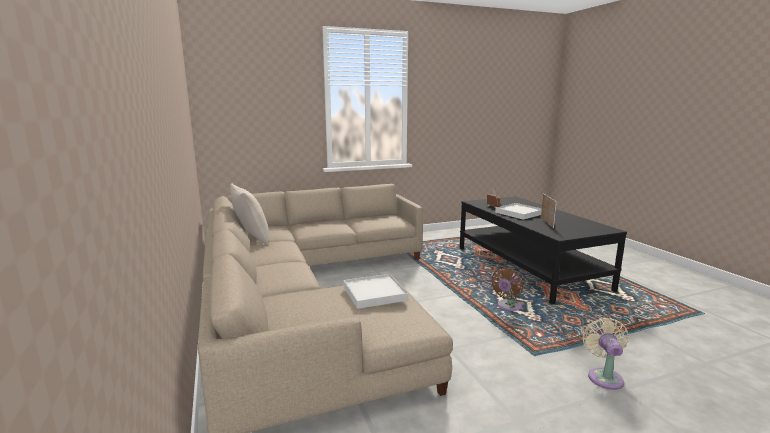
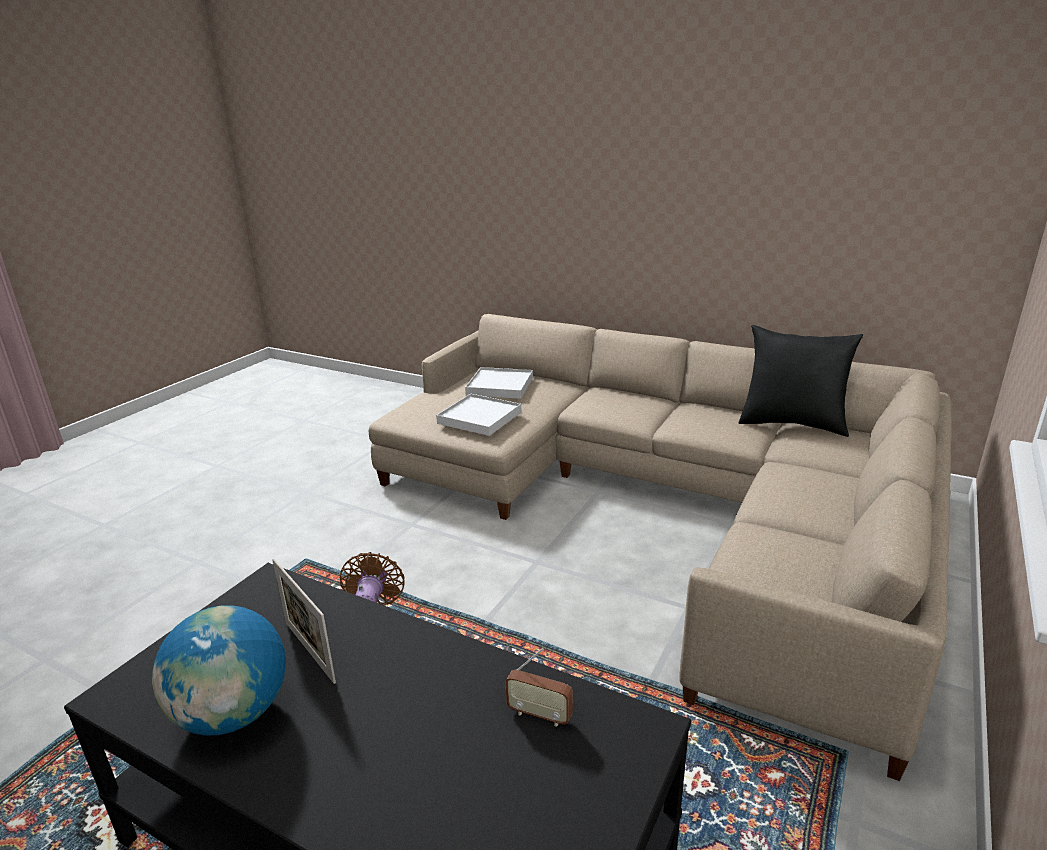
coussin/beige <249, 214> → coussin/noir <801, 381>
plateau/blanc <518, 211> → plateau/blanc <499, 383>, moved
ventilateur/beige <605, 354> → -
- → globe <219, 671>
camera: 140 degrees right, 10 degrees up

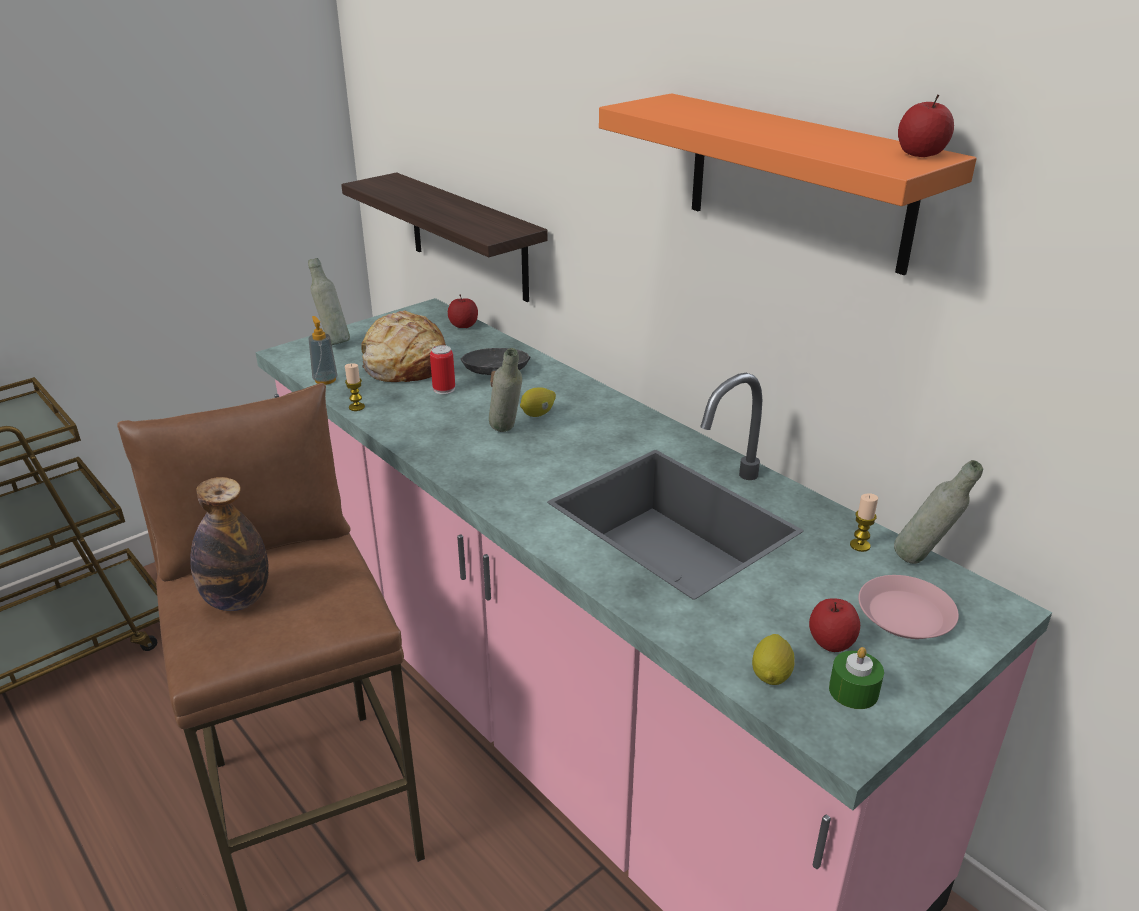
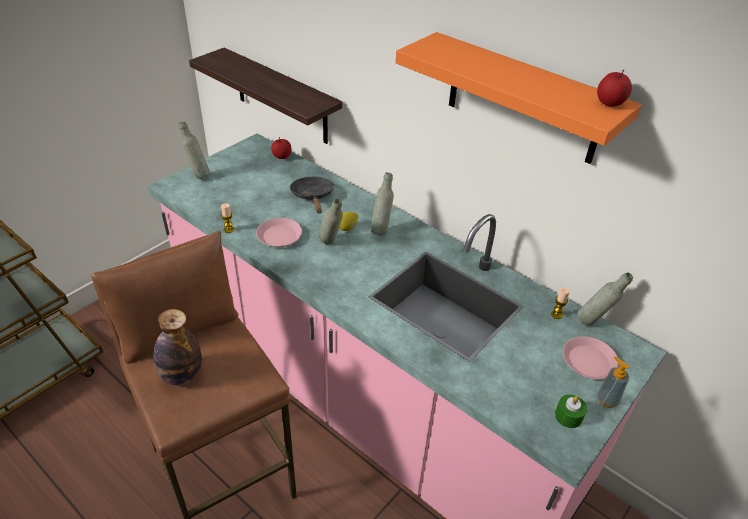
pain <403, 346> → -
distributeur de savon <323, 350> → distributeur de savon <613, 382>, moved
boîte métallique <442, 369> → -
pomme <834, 625> → -
citron <773, 659> → -
- → bouteille/gris <382, 204>
- → assiette/rose <279, 232>
camera: 10 degrees left, 10 degrees up

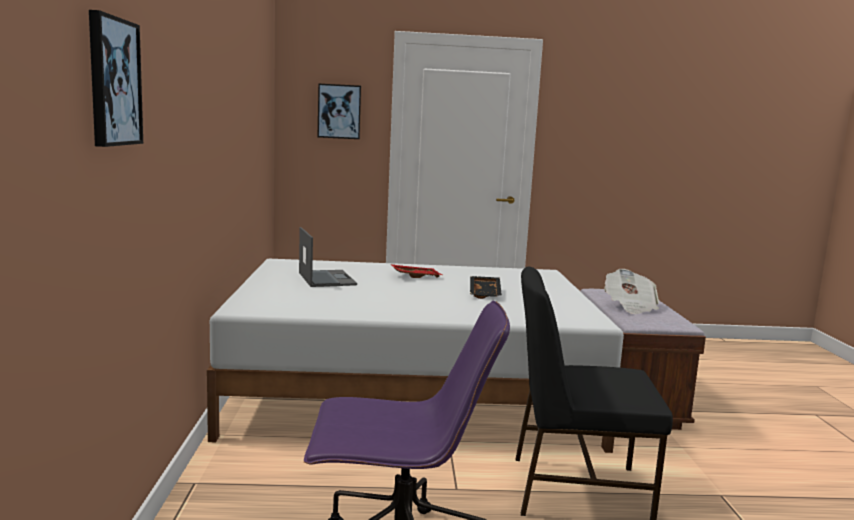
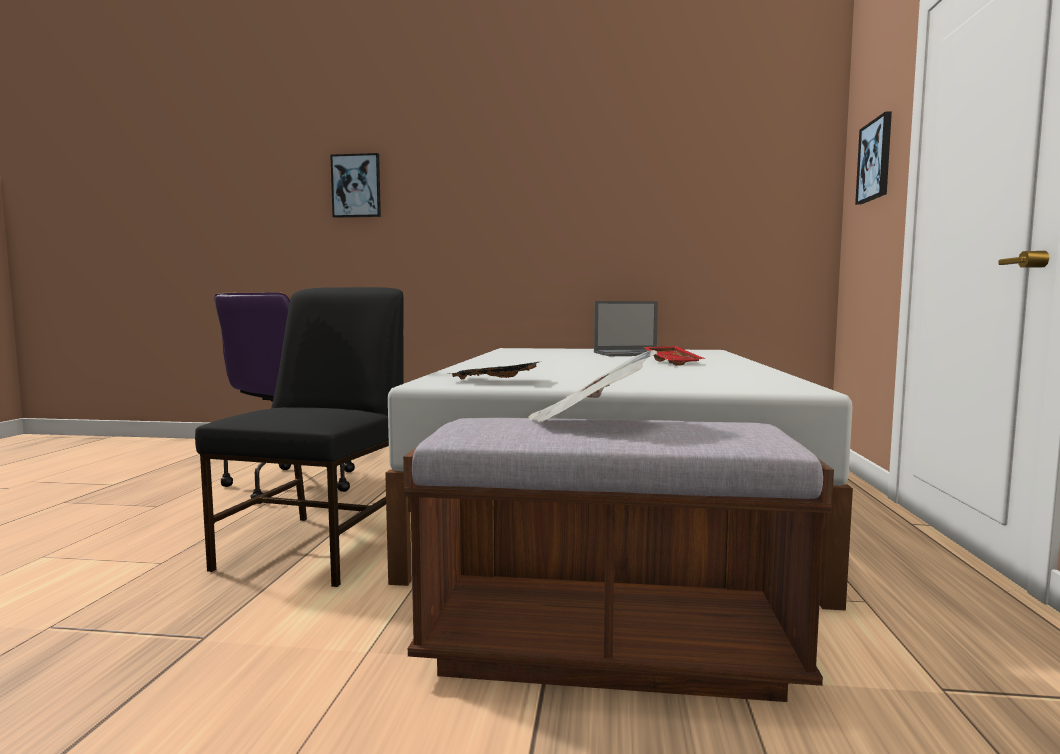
plateau/noir <486, 287> → plateau/noir <496, 370>, moved
camera: 100 degrees right, 5 degrees down

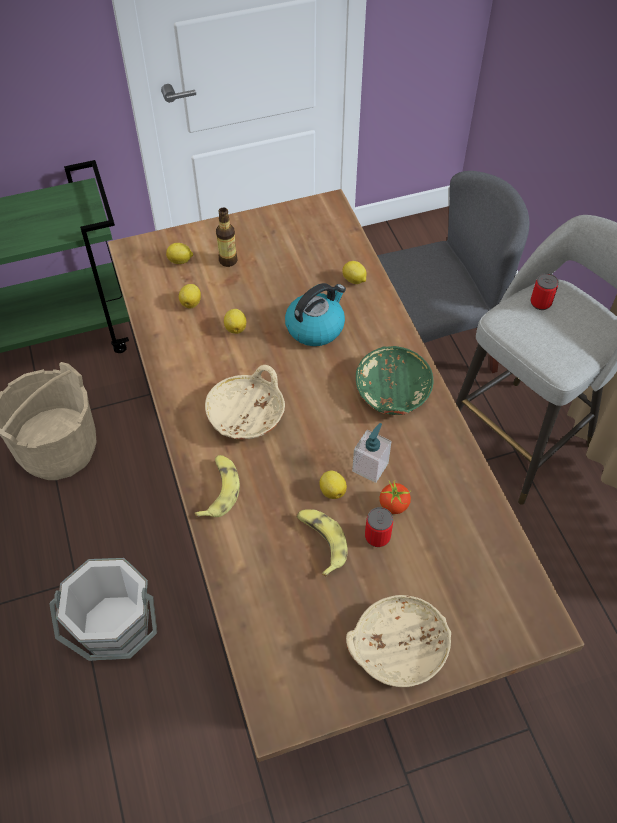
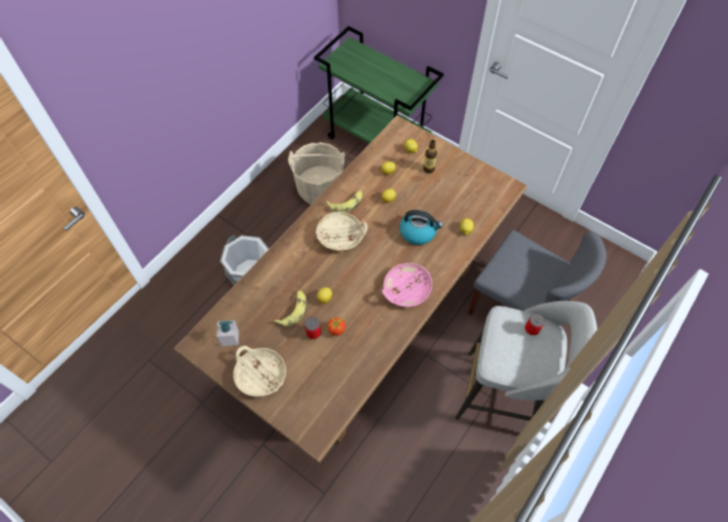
bol/vert <394, 380> → bol/rose <407, 285>
distributeur de savon <372, 453> → distributeur de savon <228, 333>, moved
banane <217, 486> → banane <343, 202>, moved
camera: 55 degrees right, 5 degrees up

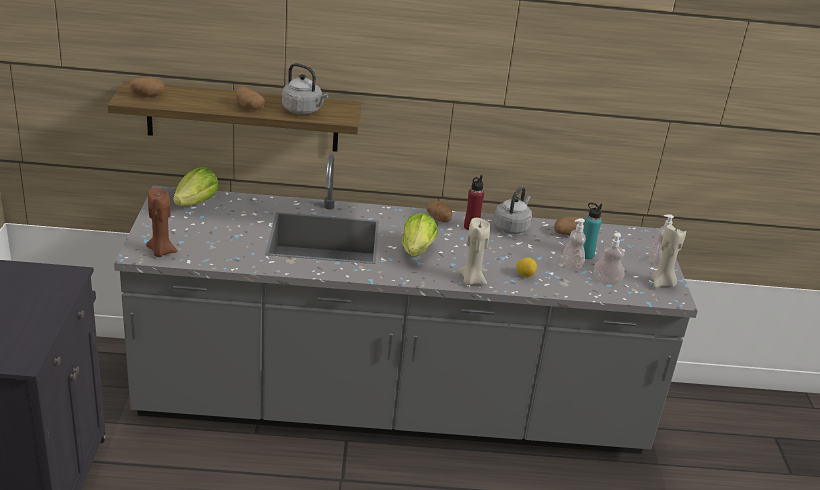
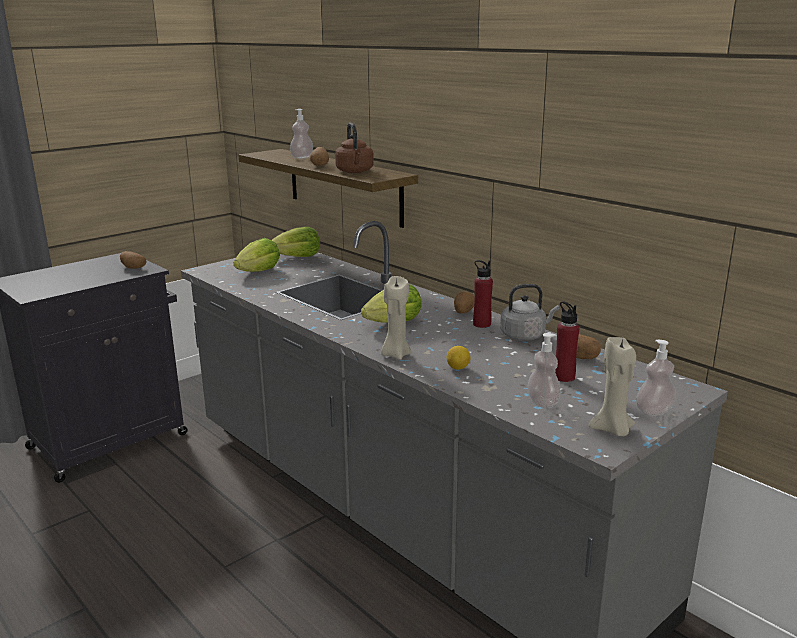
bouilloire/gris <305, 89> → bouilloire/marron <354, 148>
pomme de terre <147, 87> → pomme de terre <133, 260>, moved
bougie/marron <162, 222> → -
bouteille/turquoise <592, 231> → bouteille/rouge <567, 341>
distributeur de savon <574, 244> → distributeur de savon <301, 134>, moved
- → laitue <257, 255>
camera: 50 degrees right, 10 degrees down

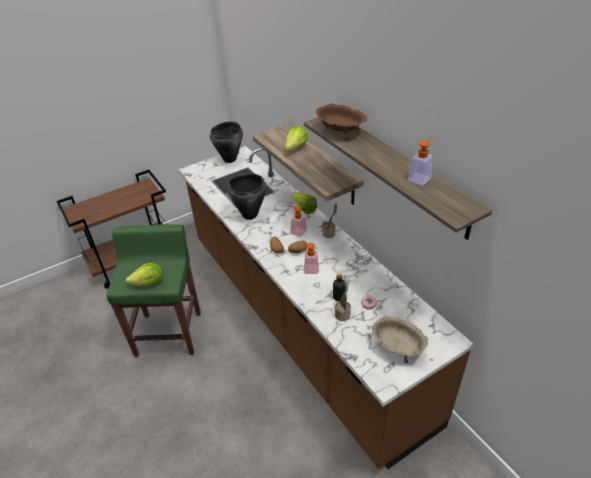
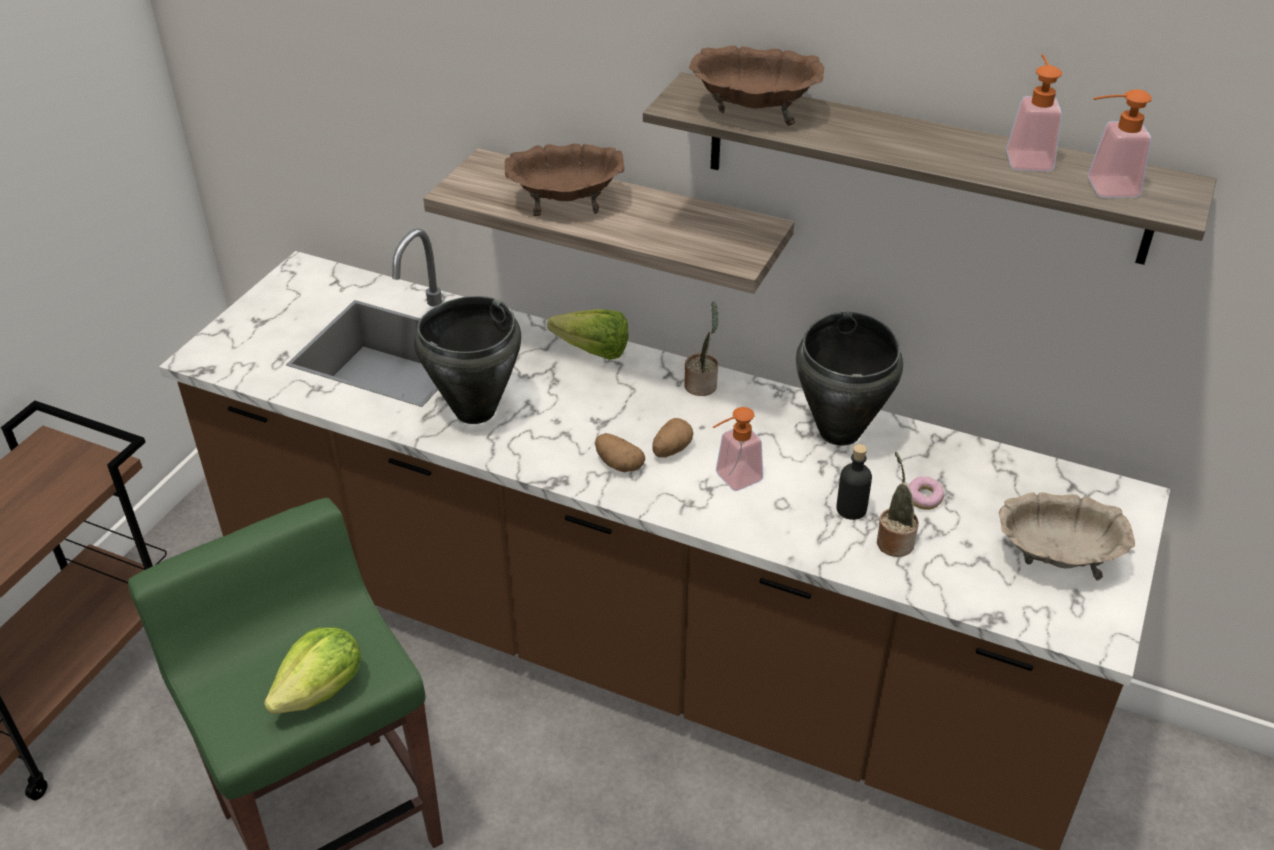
marmite/noir <226, 142> → marmite/noir <849, 379>, moved
laitue <296, 139> → bol/marron <564, 180>
distributeur de savon <297, 221> → distributeur de savon <1120, 143>, moved
camera: 35 degrees left, 0 degrees up

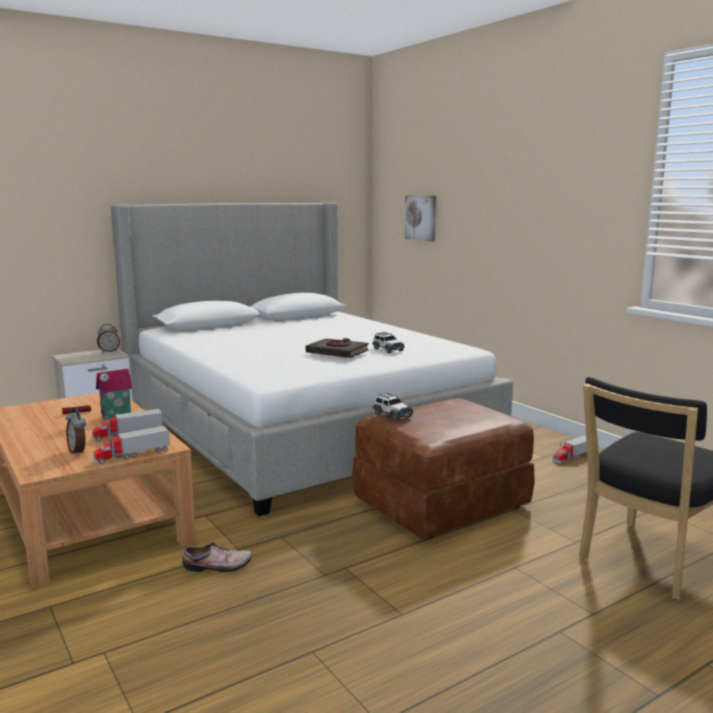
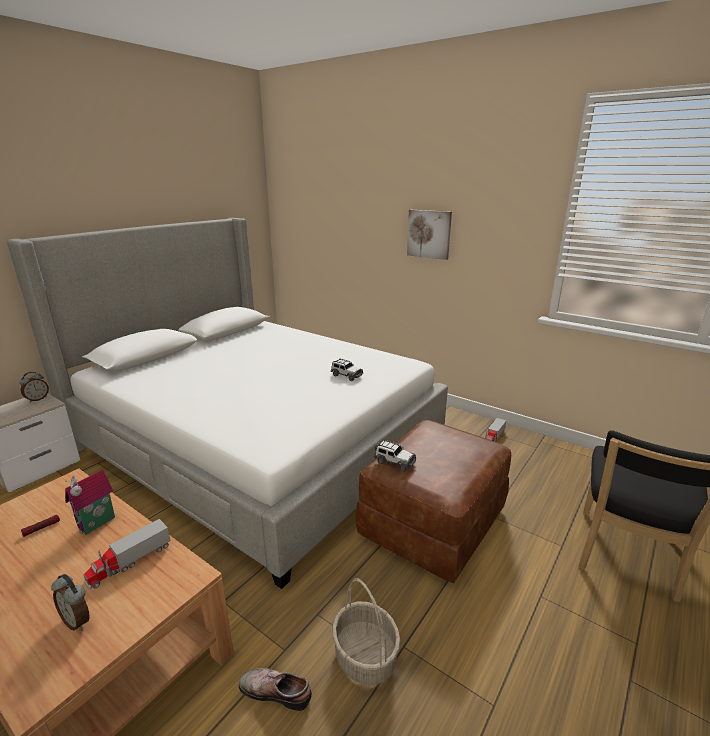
tableau <420, 218> → tableau <429, 235>, moved
livre/noir <337, 348> → -
camion jouet <131, 445> → -
chaussure <217, 557> → chaussure <275, 689>, 135 degrees counterclockwise
- → panier <366, 631>
camera: 20 degrees left, 10 degrees up

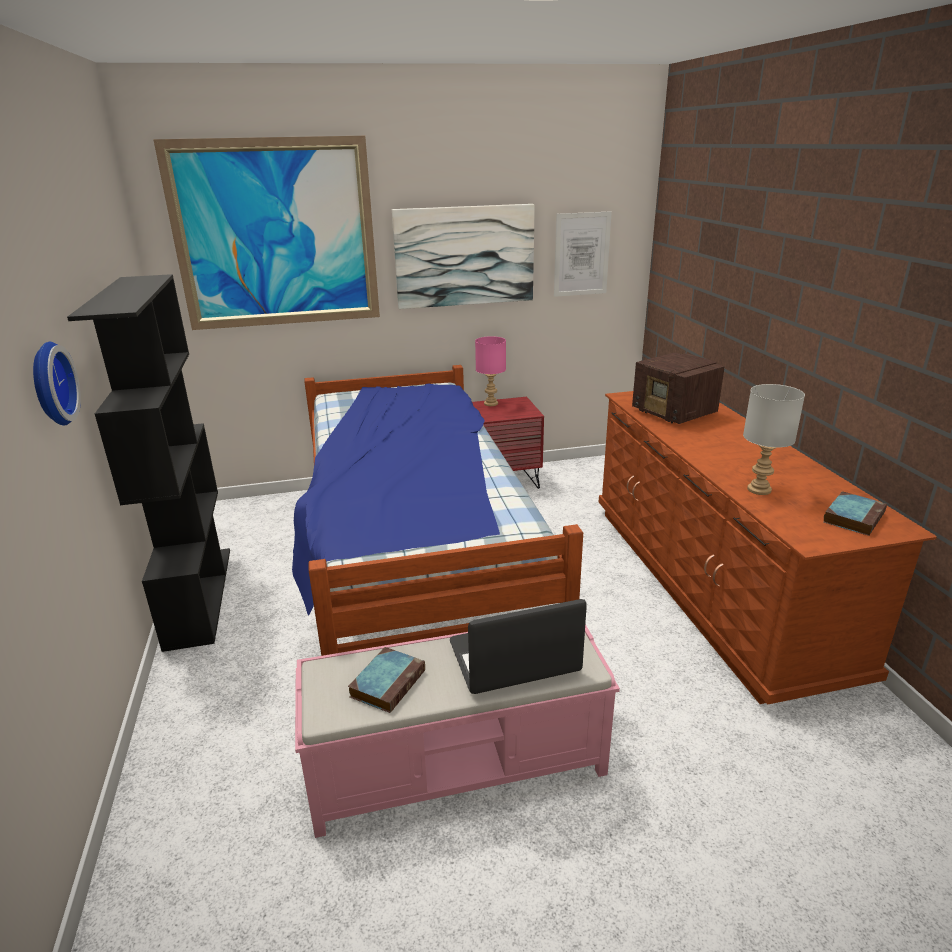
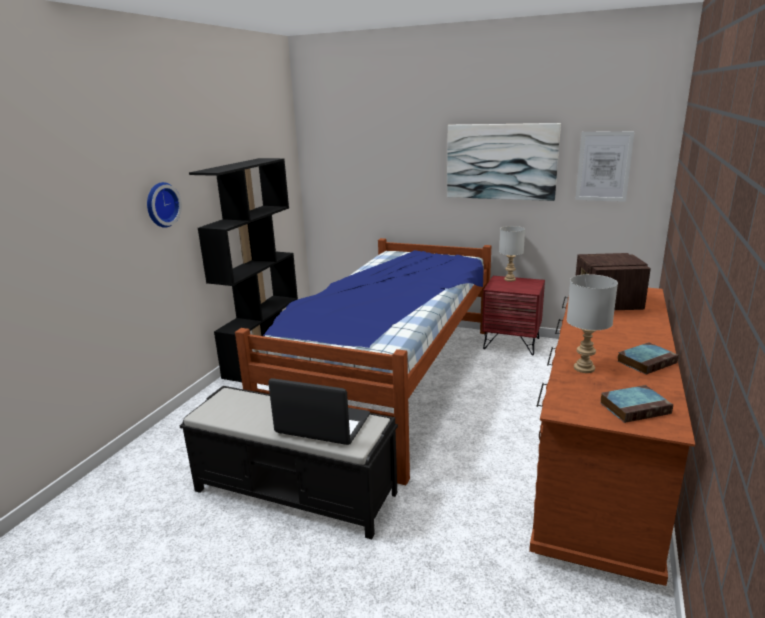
tableau <266, 233> → -
lampe de table/rose <490, 371> → lampe de table/gris <512, 254>
banc/rose <457, 731> → banc/noir <288, 462>
livre <386, 680> → livre <648, 358>, moved
camera: 35 degrees right, 5 degrees down

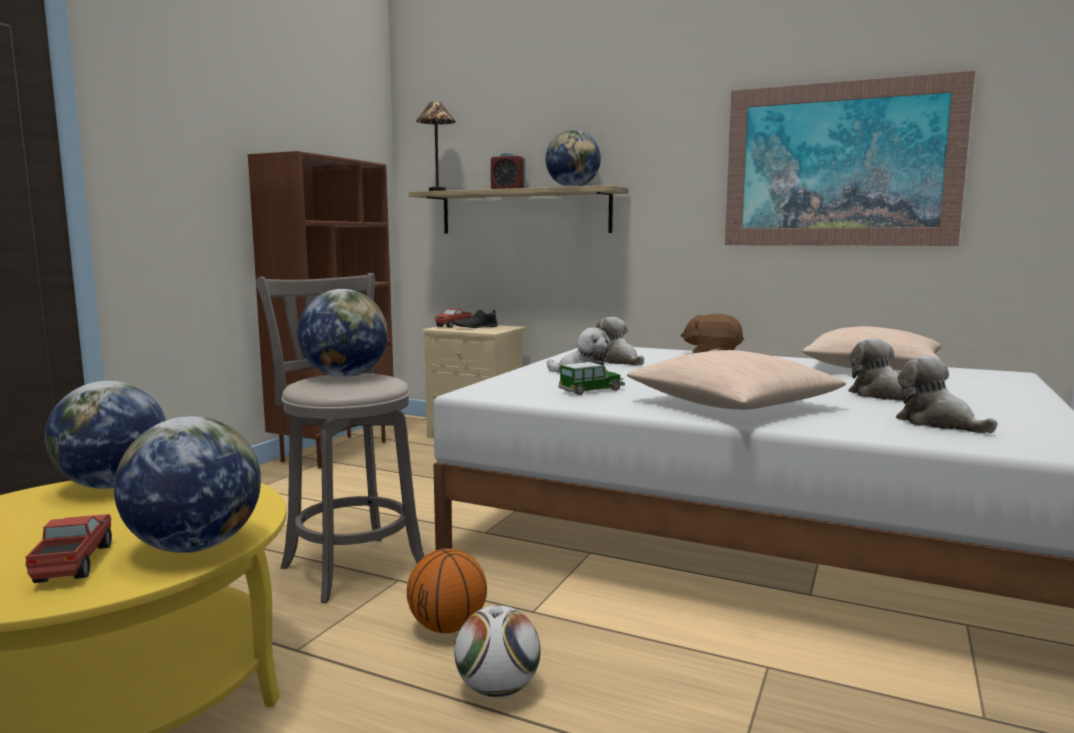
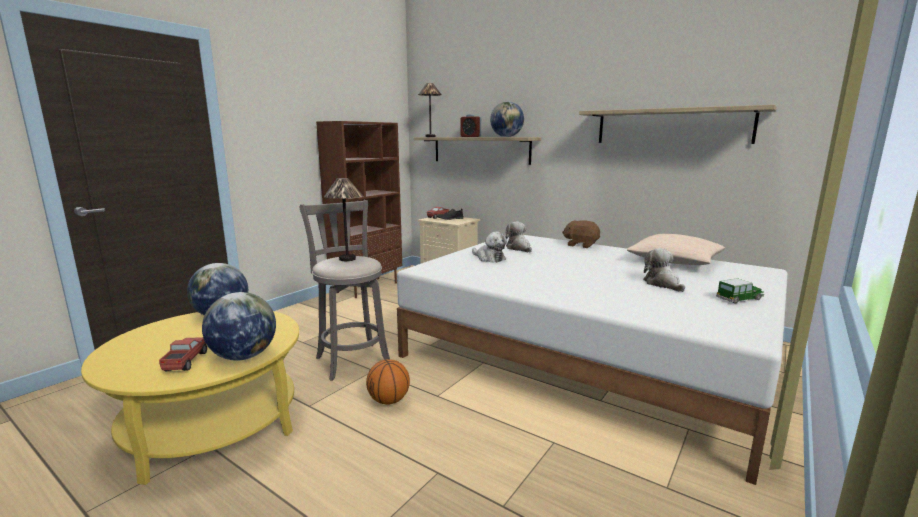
tableau <850, 158> → étagère <677, 124>
globe <343, 333> → lampe de table <343, 219>
coussin/beige <736, 380> → -
peluche <946, 394> → -
petite voiture <591, 378> → petite voiture <740, 291>, moved
ballon de foot <497, 651> → -
camera: 10 degrees right, 5 degrees up

